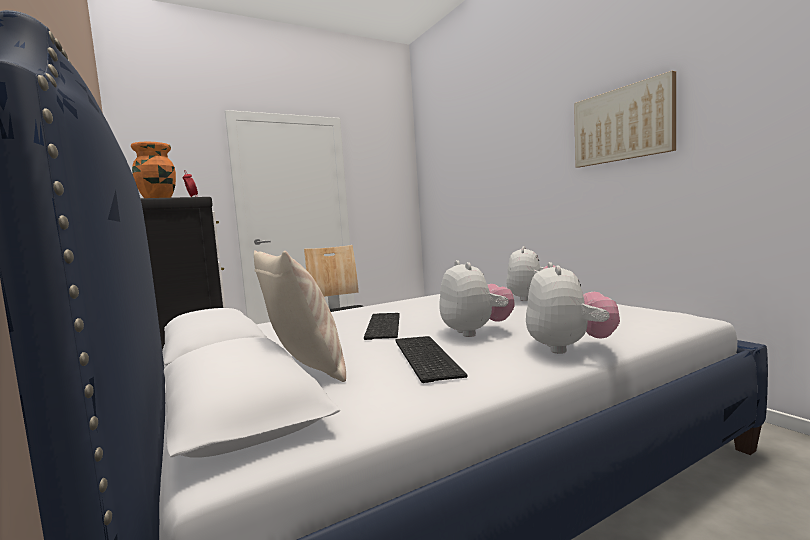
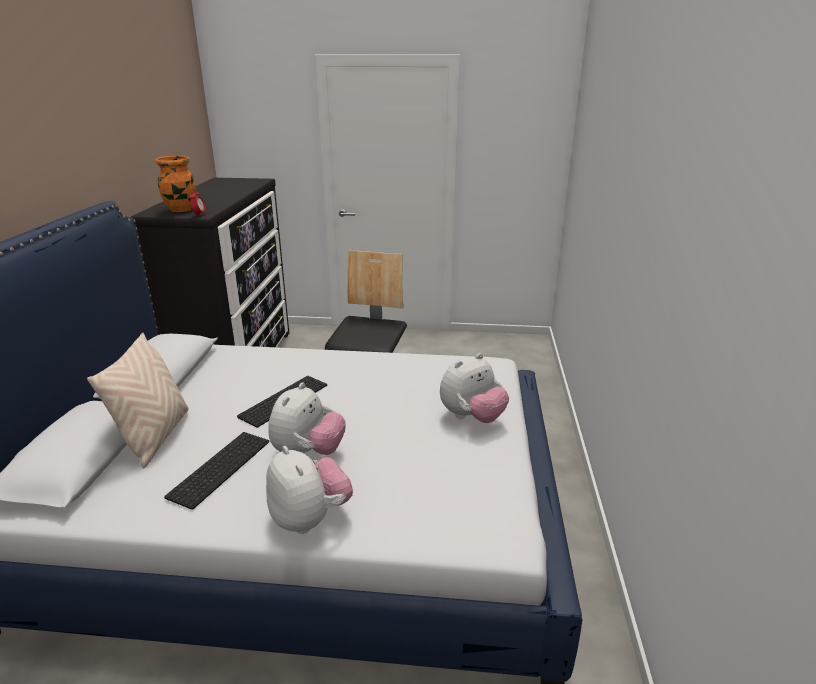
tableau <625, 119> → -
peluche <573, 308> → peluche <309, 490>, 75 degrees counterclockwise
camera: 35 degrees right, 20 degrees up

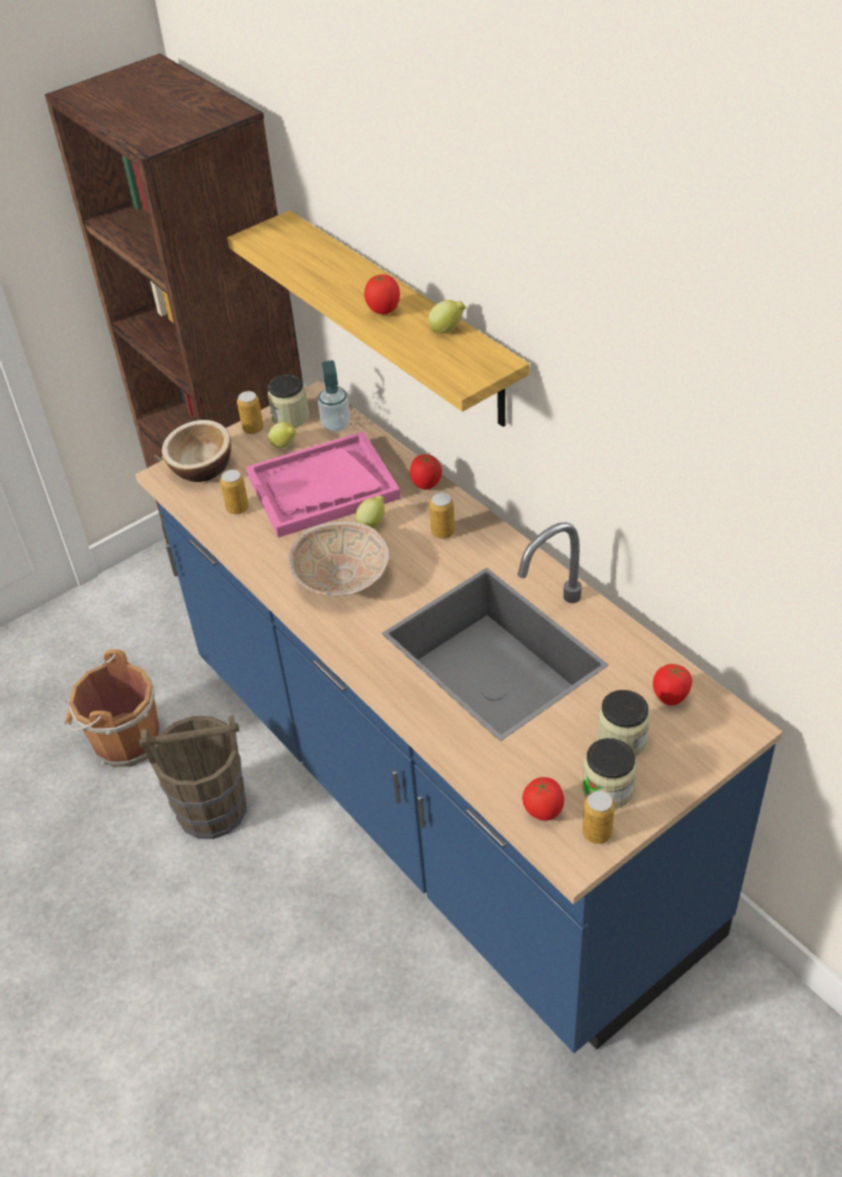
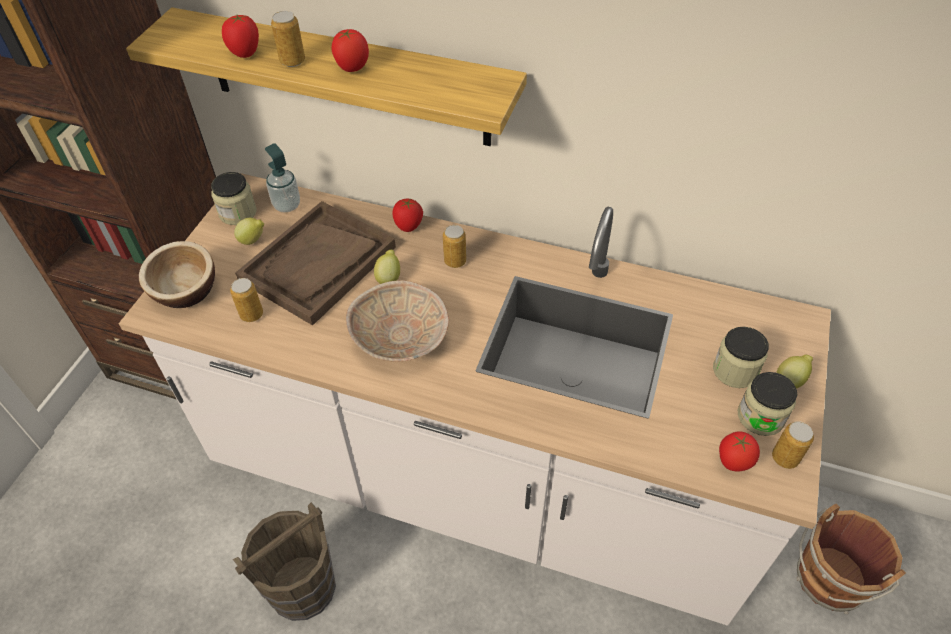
citron <447, 317> → citron <794, 372>, moved
comptoir de cuisine/bleu <459, 717> → comptoir de cuisine/blanc <475, 399>
boîte métallique <250, 412> → boîte métallique <288, 39>, moved
plateau/rose <323, 484> → plateau/marron <315, 263>
seau/marron <113, 708> → seau/marron <851, 559>, moved
tomate <672, 685> → tomate <240, 36>, moved
camera: 35 degrees left, 5 degrees up

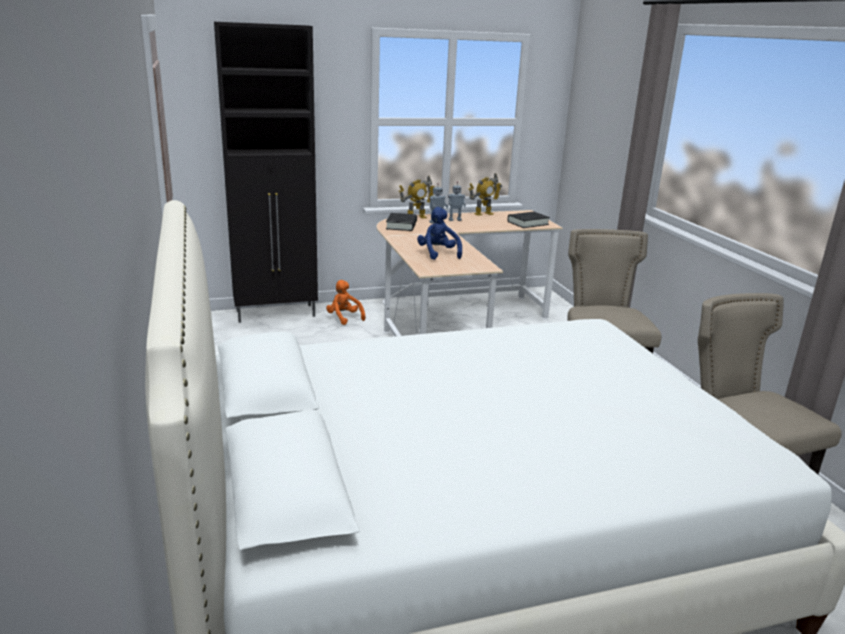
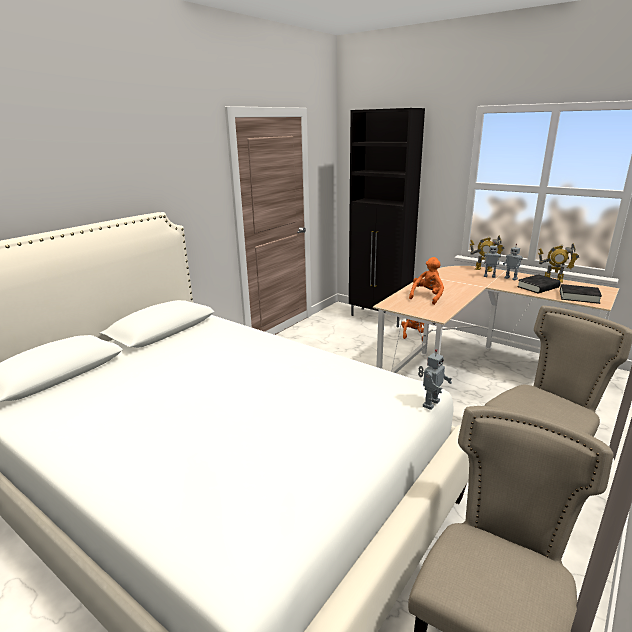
peluche/bleu <439, 233> → peluche/orange <426, 281>
livre/noir <401, 222> → livre/noir <539, 283>, moved
- → robot jouet <435, 379>
camera: 55 degrees right, 0 degrees up

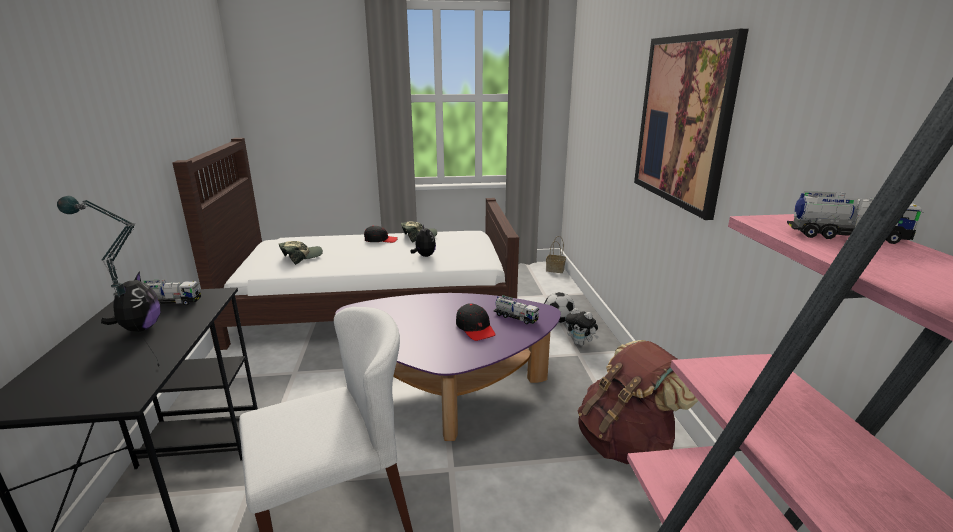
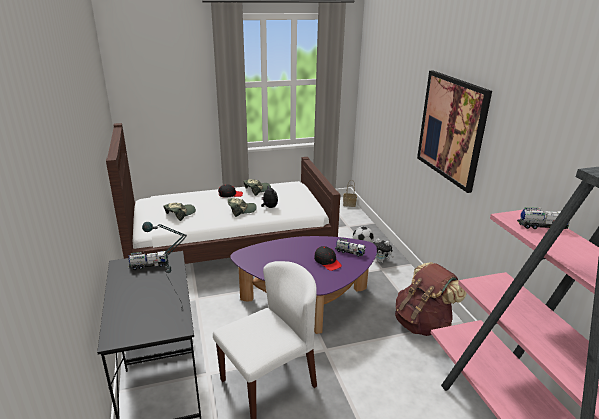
peluche <130, 301> → -
- → casquette <242, 207>
camera: 10 degrees left, 5 degrees up

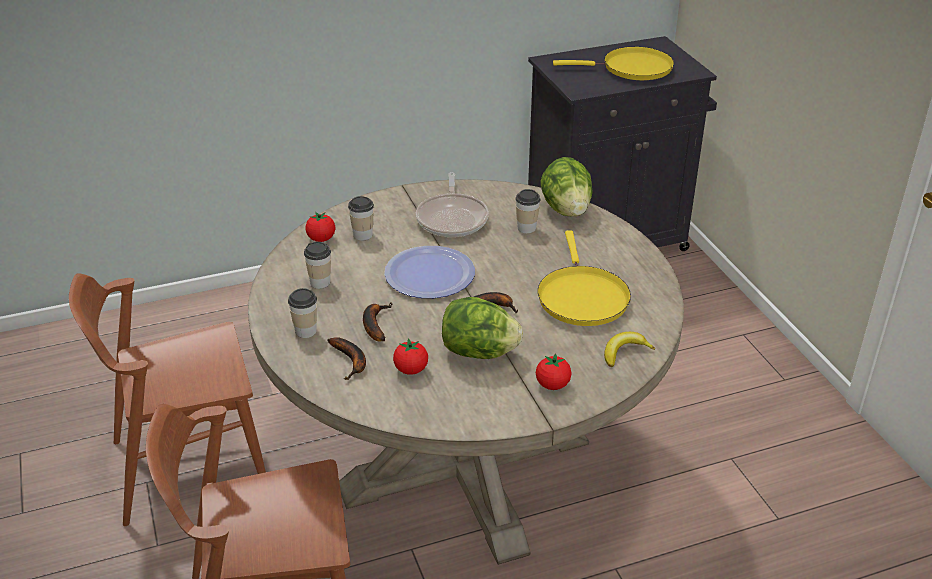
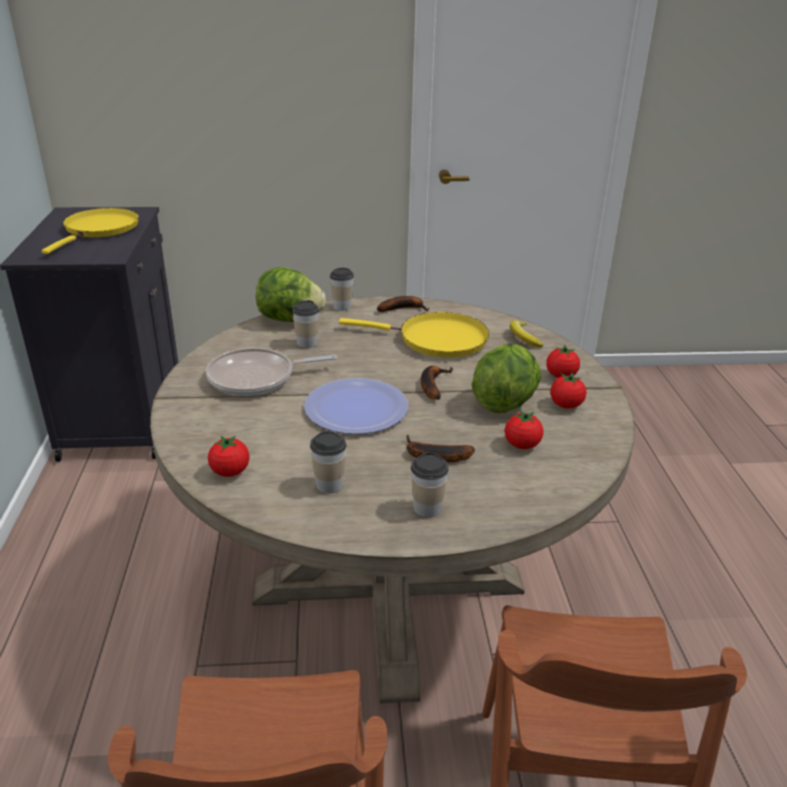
poêle <452, 204> → poêle <271, 372>, 150 degrees clockwise
tasse <361, 218> → tasse <342, 289>, moved
banane <347, 358> → banane <403, 304>, moved
- → tomate <568, 391>
camera: 75 degrees left, 5 degrees down

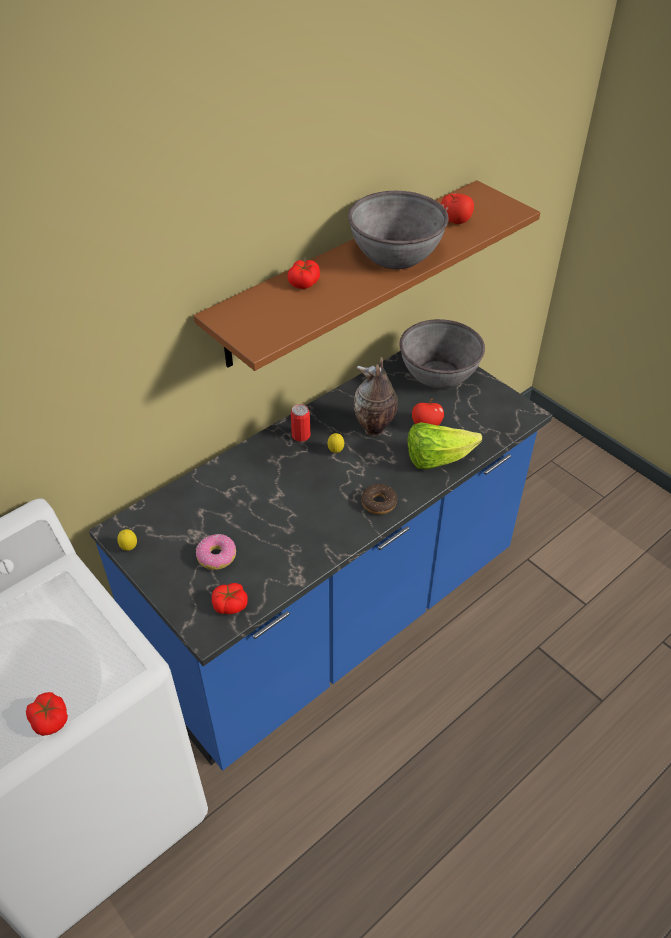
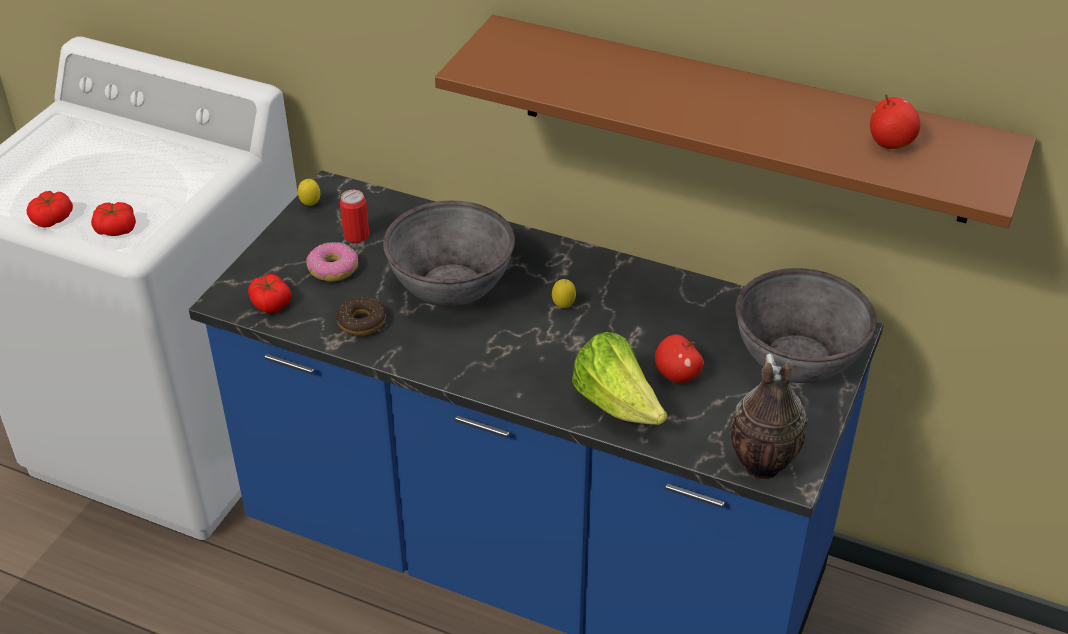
bol/gris <398, 230> → bol/gris <449, 254>, moved
tomate <303, 274> → tomate <113, 219>, moved
vase <375, 396> → vase <768, 416>, moved
boîte métallique <300, 423> → boîte métallique <354, 216>, moved
beignet <379, 499> → beignet <361, 316>, moved
camera: 65 degrees right, 5 degrees down

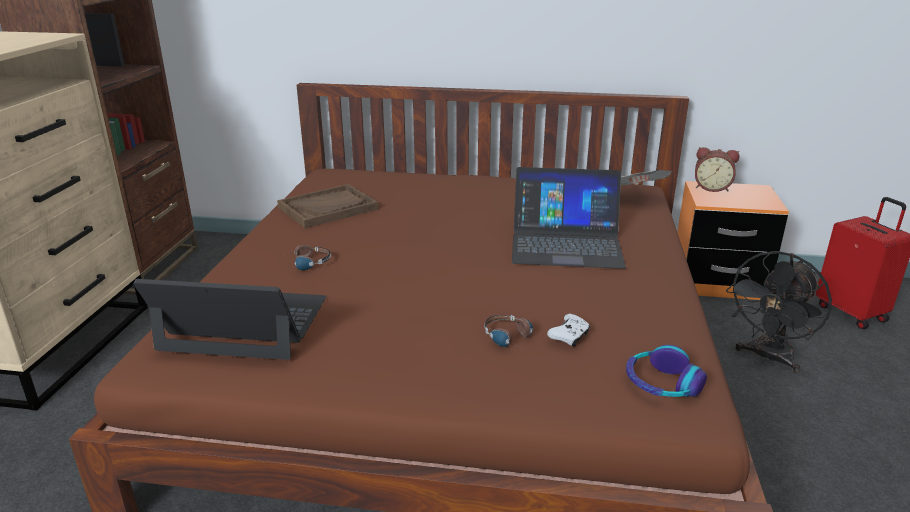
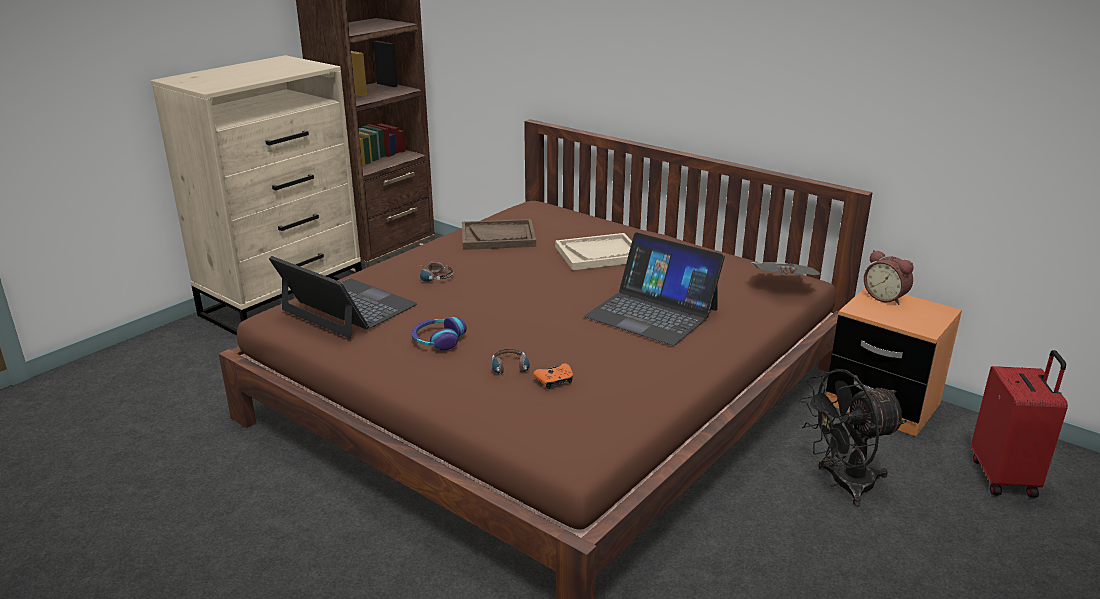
manette/blanc <568, 330> → manette/orange <553, 376>
casque audio <666, 371> → casque audio <439, 333>, moved
- → plateau/beige <593, 251>
camera: 30 degrees right, 0 degrees up

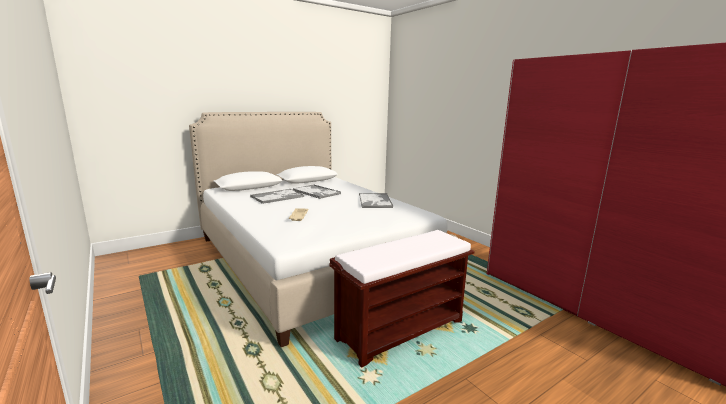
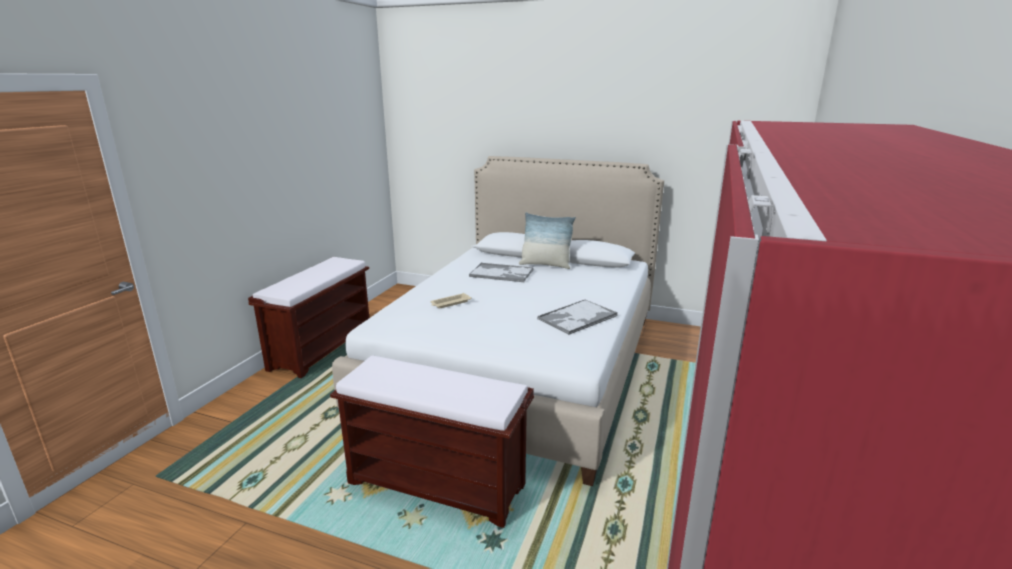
plateau <317, 191> → -
- → coussin <547, 240>
- → banc/marron <308, 317>
camera: 55 degrees right, 5 degrees up

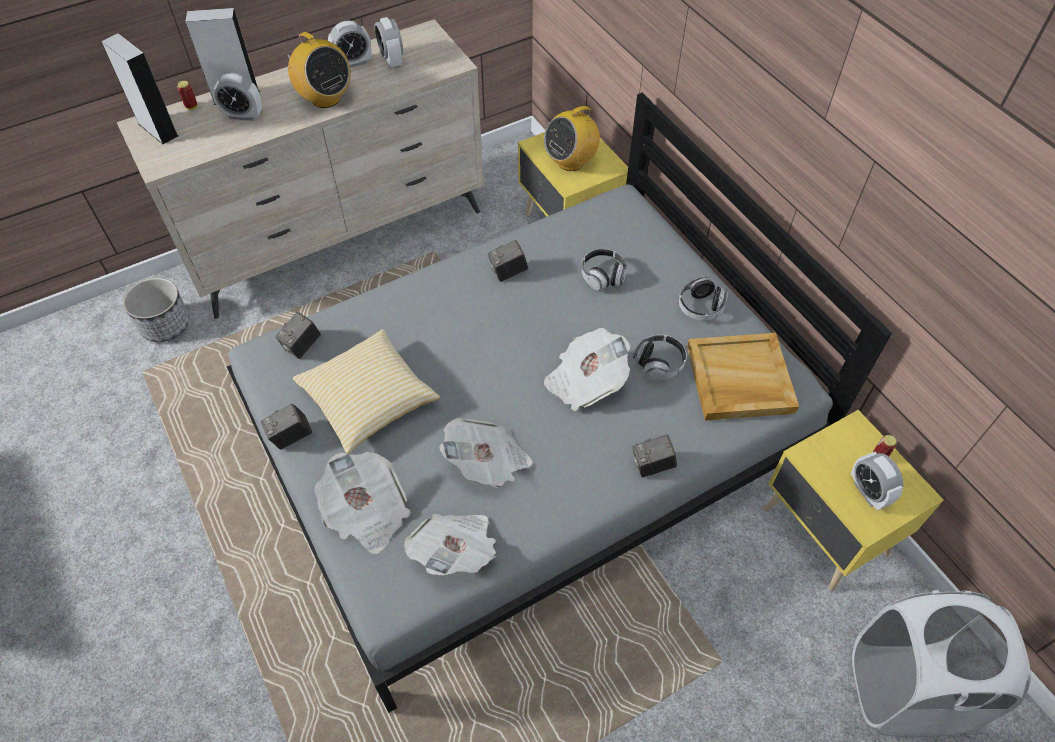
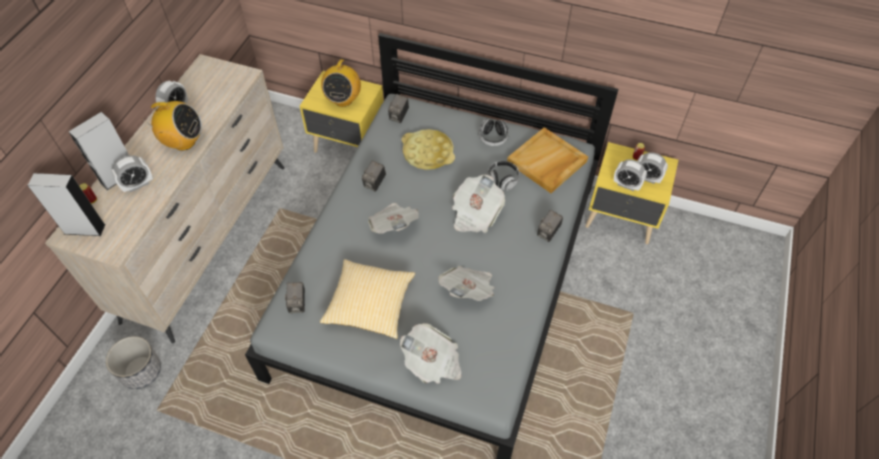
réveil <388, 43> → réveil <630, 175>, moved
casque audio <604, 269> → plateau/jaune <428, 149>
appareil photo <286, 427> → appareil photo <398, 108>, moved
journal <450, 544> → journal <393, 218>, moved
panier à linge/blanc <941, 663> → -
camera: 40 degrees left, 0 degrees up

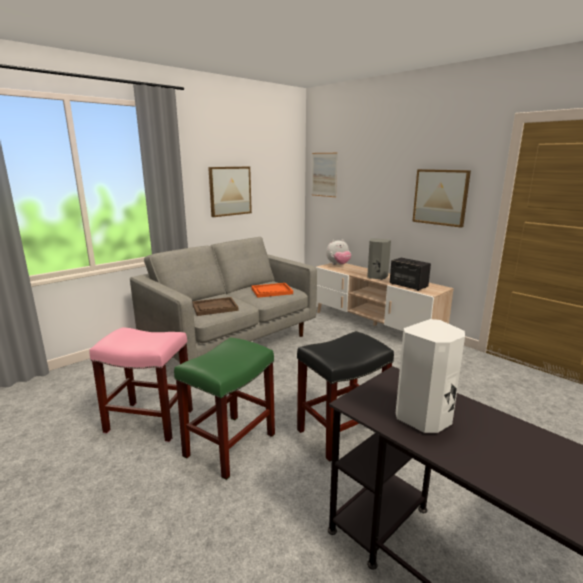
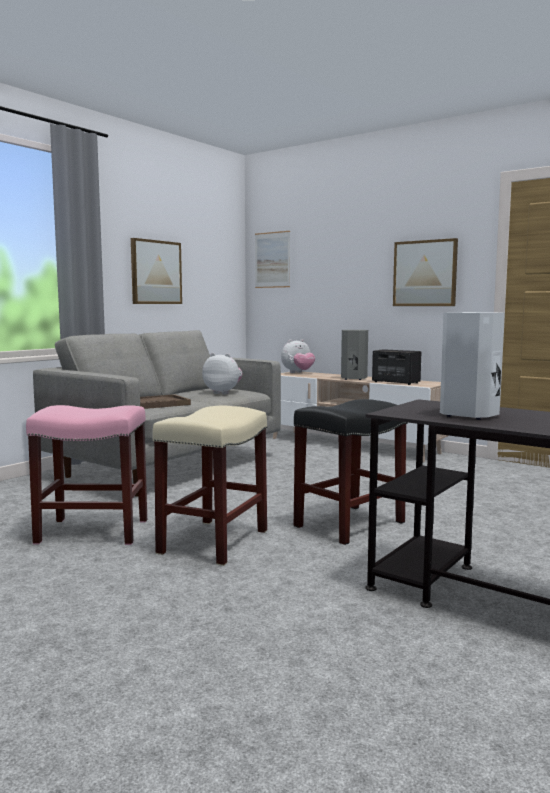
plateau/orange <272, 290> → peluche <222, 373>
tabouret/vert <224, 408> → tabouret/beige <210, 486>
camera: 10 degrees left, 10 degrees down

